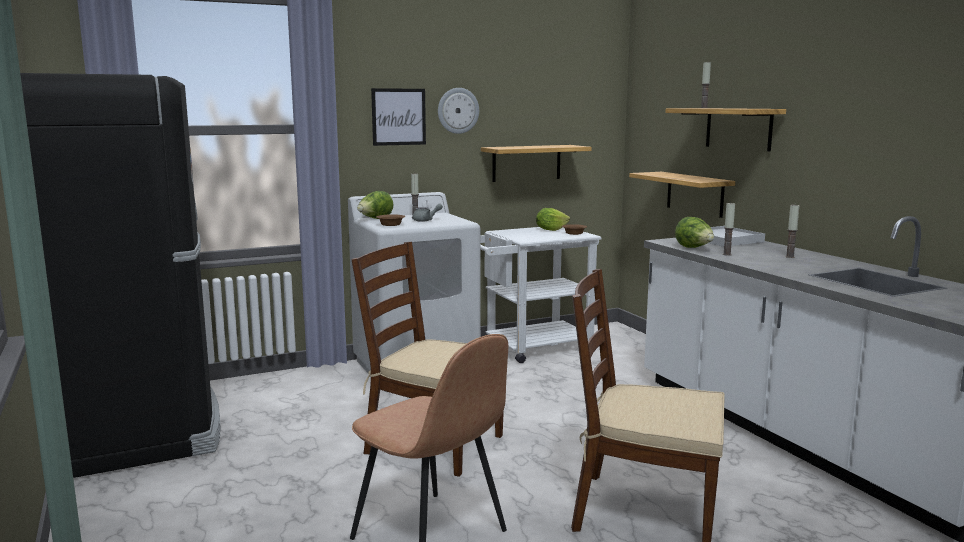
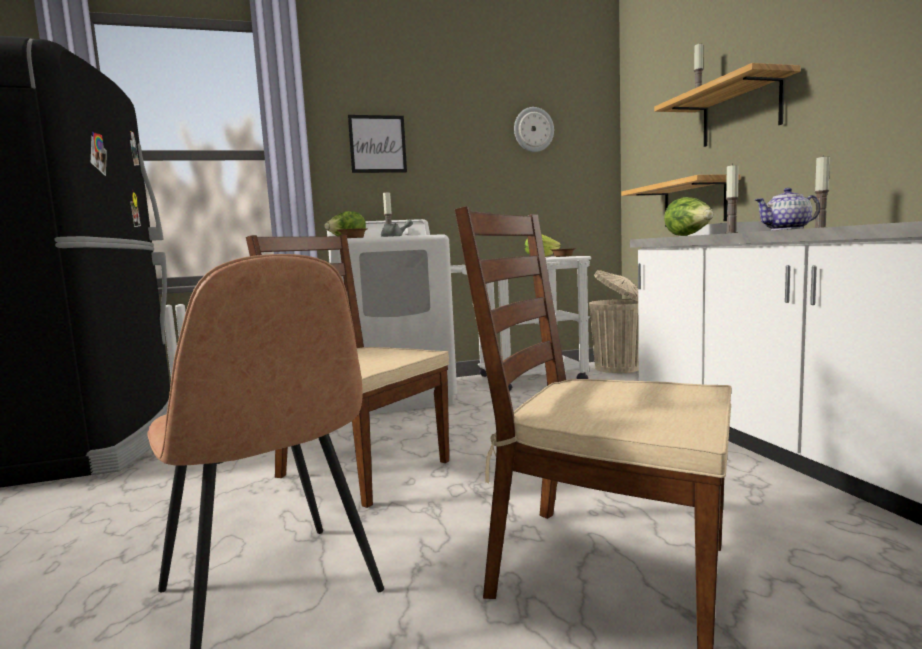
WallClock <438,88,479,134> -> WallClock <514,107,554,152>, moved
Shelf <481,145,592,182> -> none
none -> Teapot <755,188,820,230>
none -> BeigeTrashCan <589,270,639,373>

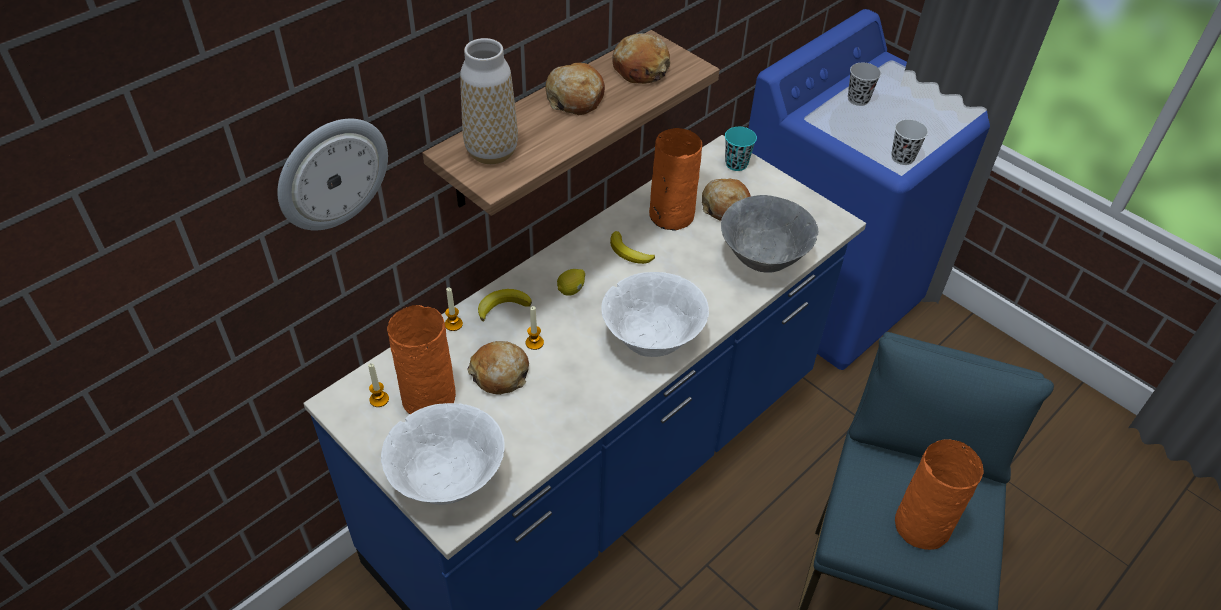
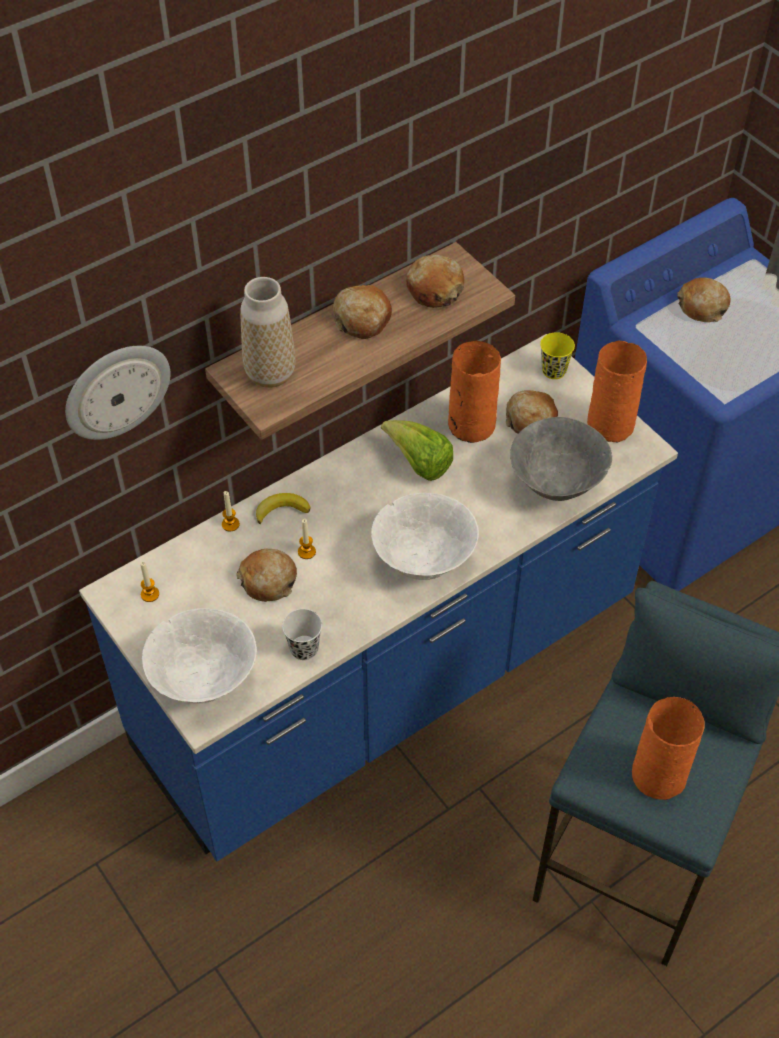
BlackCup <848,63,881,106> -> Bread <677,278,731,322>
WhiteCup <892,119,928,165> -> WhiteCup <282,609,322,660>, moved
TurquoiseCup <725,127,757,171> -> YellowCup <540,332,575,379>
Banana <610,231,655,264> -> Lettuce <381,420,453,481>
Lemon <557,269,585,296> -> none
OrangeVase <387,305,456,414> -> OrangeVase <587,341,647,442>, moved

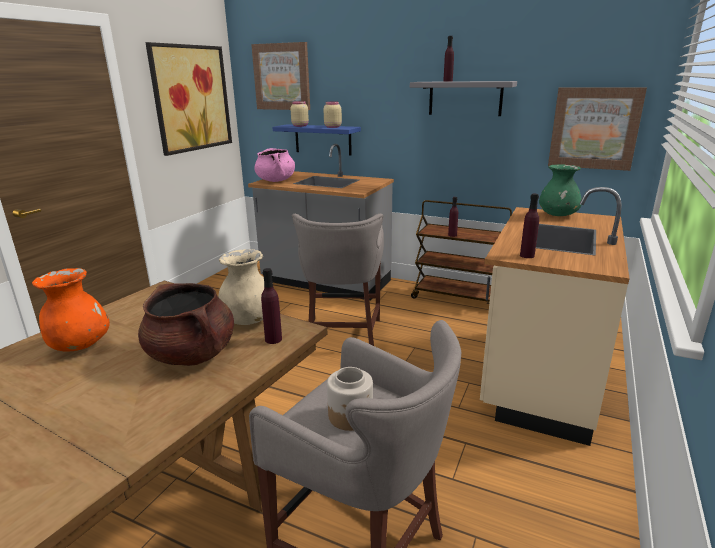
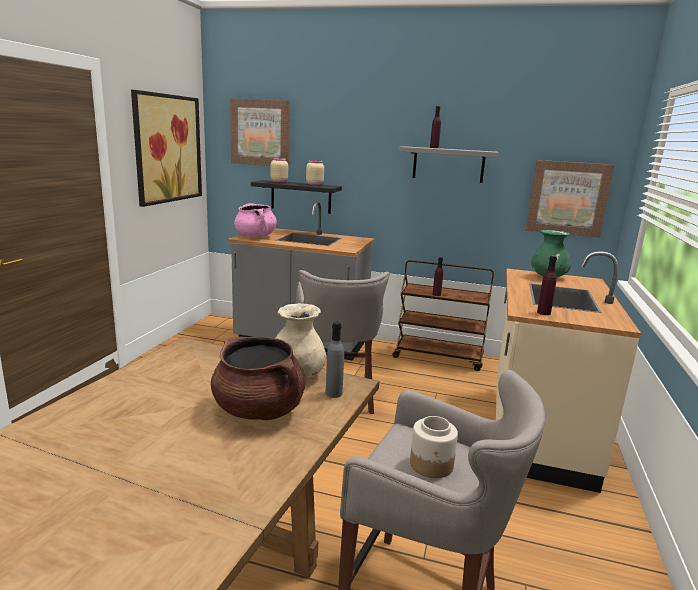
BlueShelf <273,124,361,155> -> BlackShelf <251,180,342,214>
OrangeVase <32,268,110,352> -> none
PurpleBottle <261,268,282,344> -> GreyBottle <325,322,344,398>

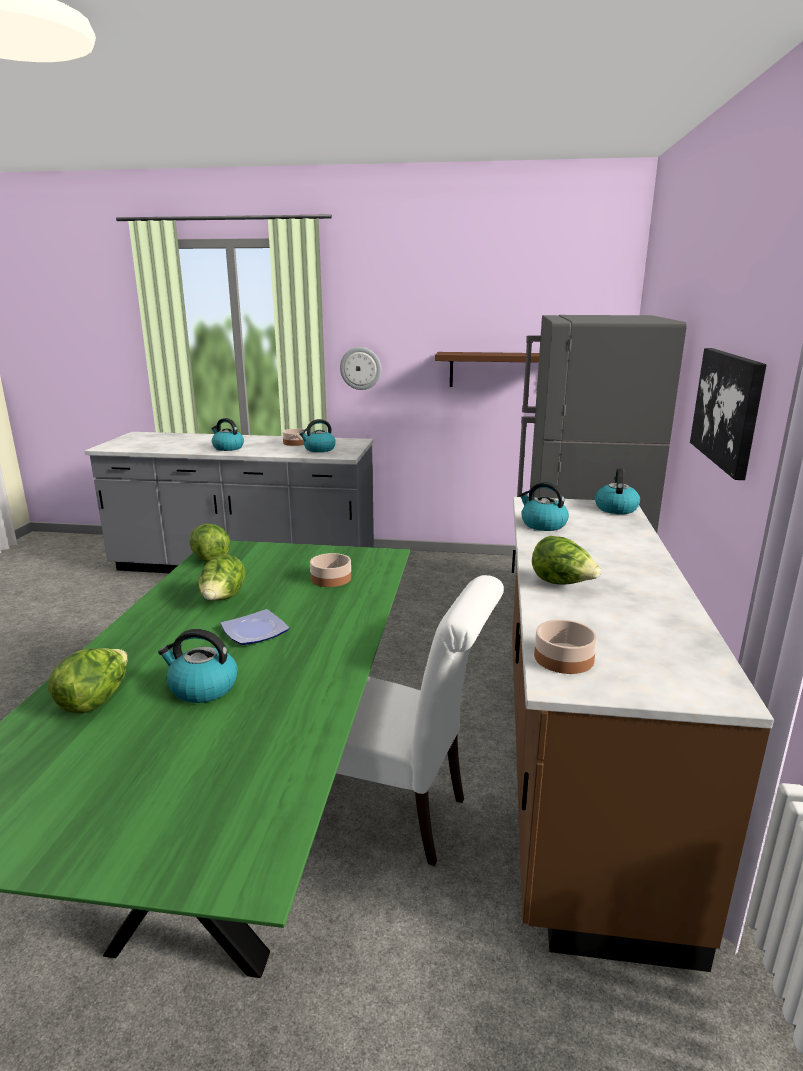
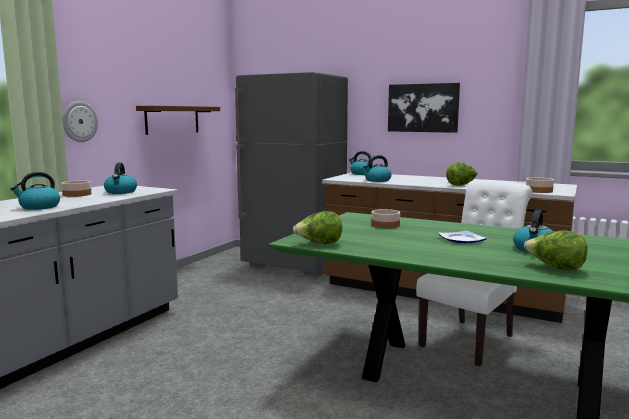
Lettuce <198,554,246,601> -> none

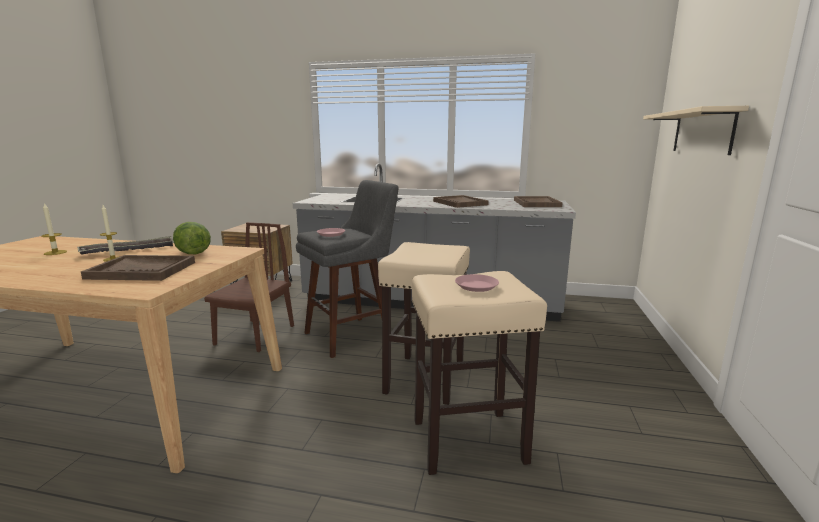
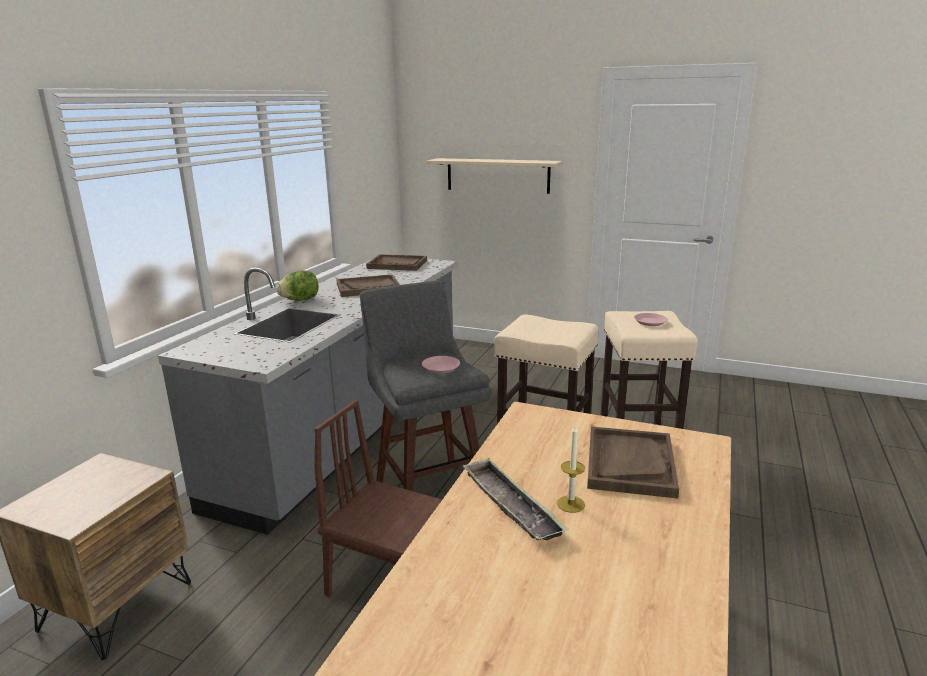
Candle <41,203,67,255> -> none
Lettuce <173,222,211,254> -> Lettuce <276,270,318,300>, moved

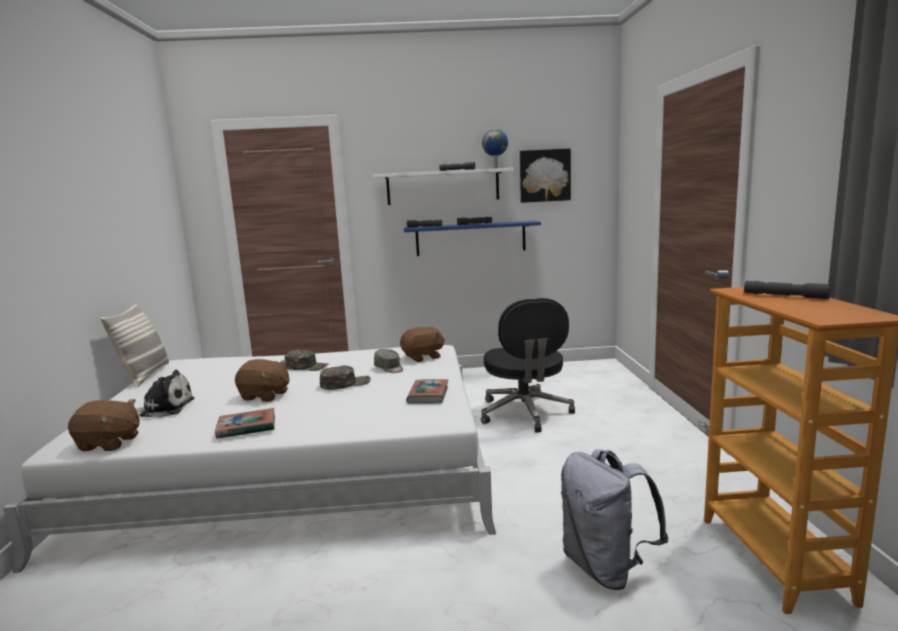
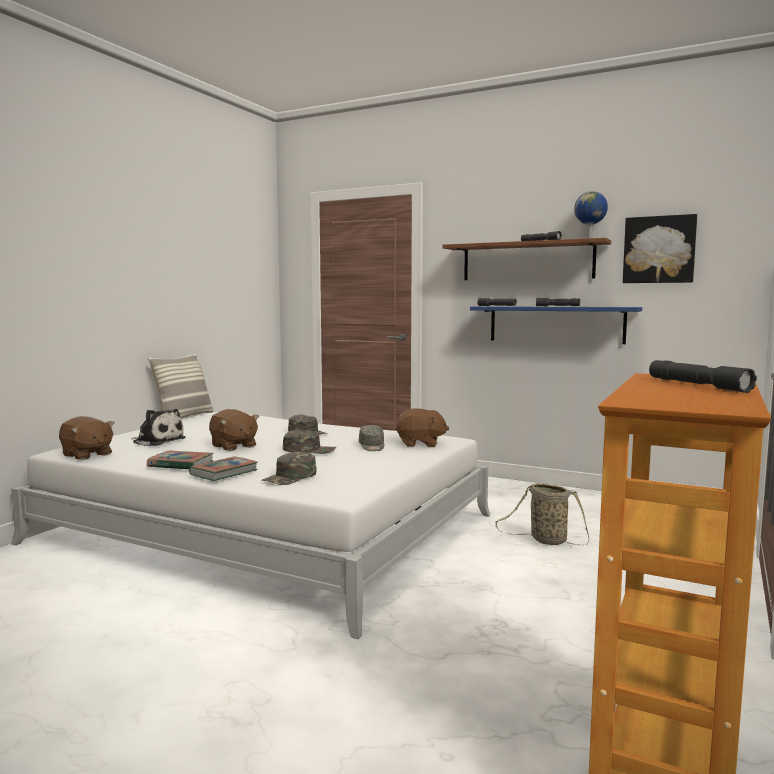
WhiteShelf <373,168,514,205> -> BrownShelf <442,238,611,280>
BlackOfficeChair <481,298,575,432> -> Basket <495,483,589,545>
Book <406,379,448,404> -> Book <189,457,258,481>, moved
GreyBackpack <561,449,669,590> -> none
none -> GreenCap <261,452,316,485>

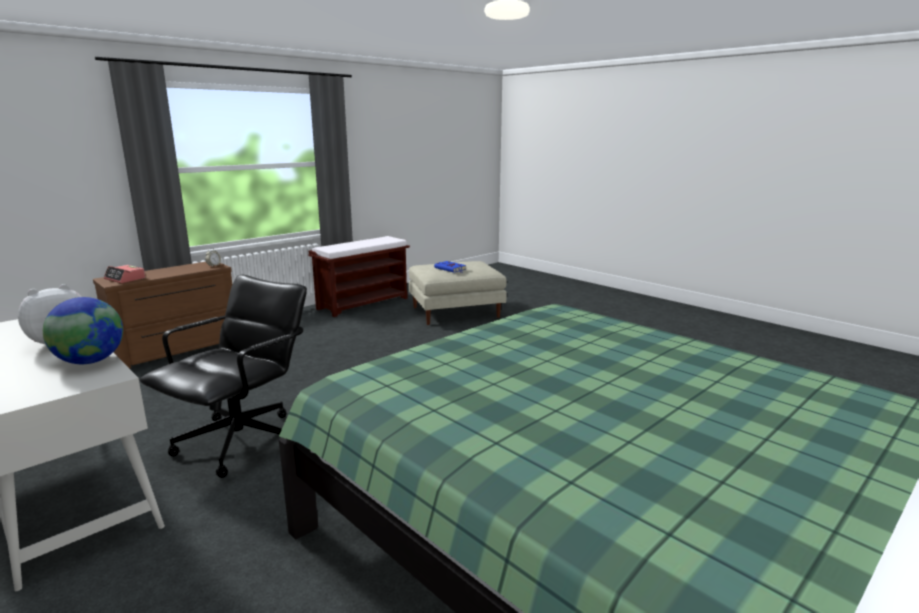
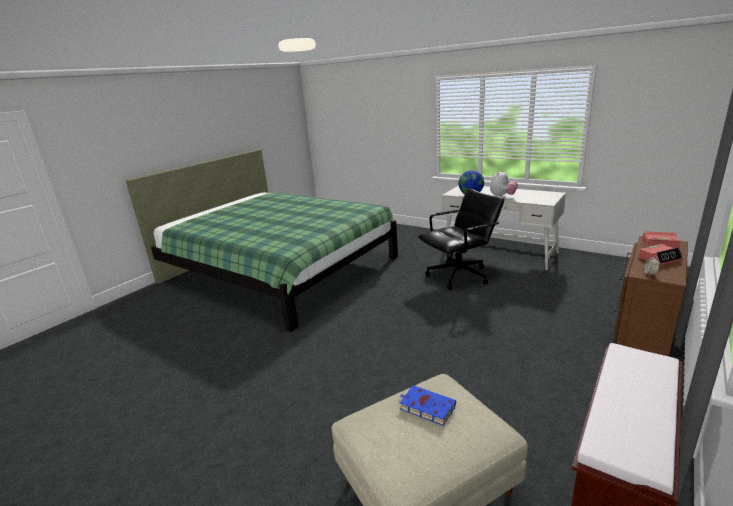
BlackOfficeChair <140,274,307,478> -> BlackOfficeChair <418,189,504,290>, 135 degrees counterclockwise
none -> AlarmClock <638,244,683,266>

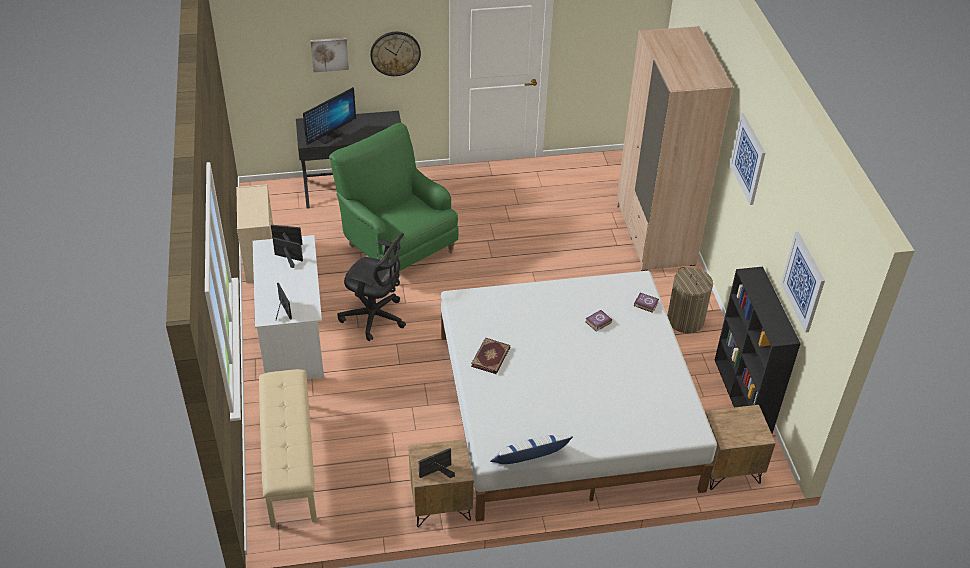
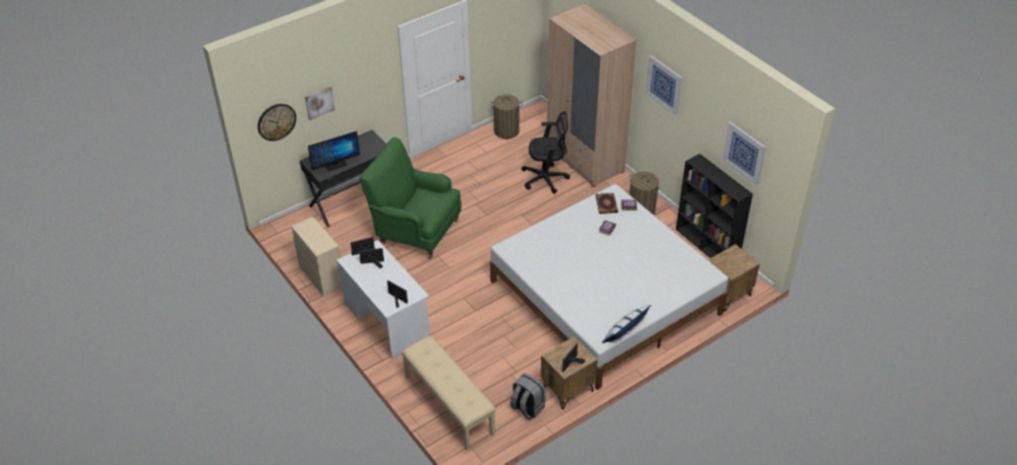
WallClock <370,32,421,76> -> WallClock <258,104,296,141>, moved
Monitor <303,87,356,145> -> Monitor <308,131,360,171>, 45 degrees clockwise
BlackOfficeChair <337,233,406,341> -> BlackOfficeChair <521,111,570,194>, moved
Book <471,337,510,374> -> Book <596,193,618,214>, moved
none -> LaundryBasket <490,94,523,139>
none -> GreyBackpack <510,373,546,419>

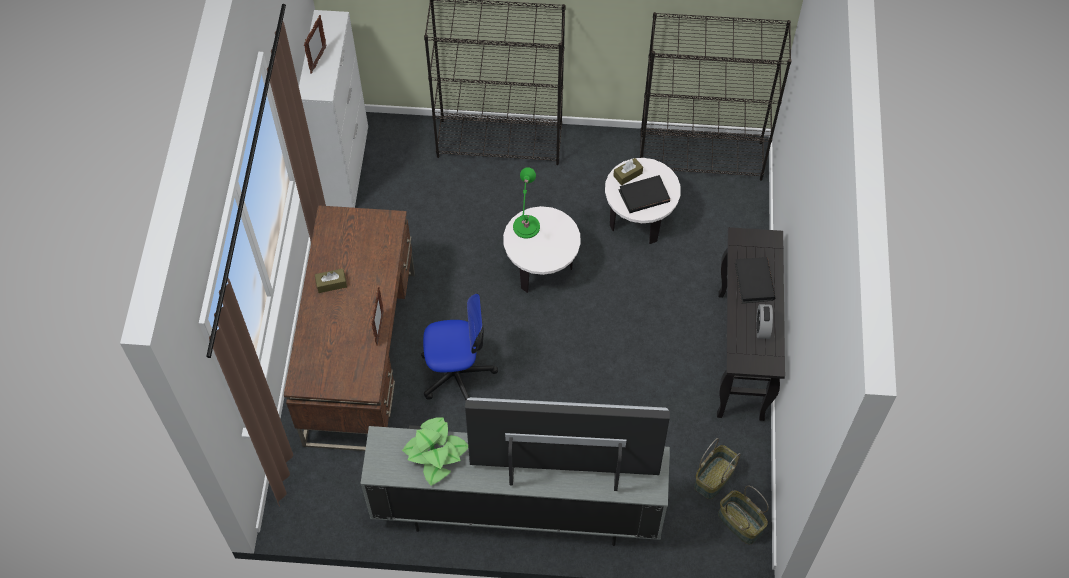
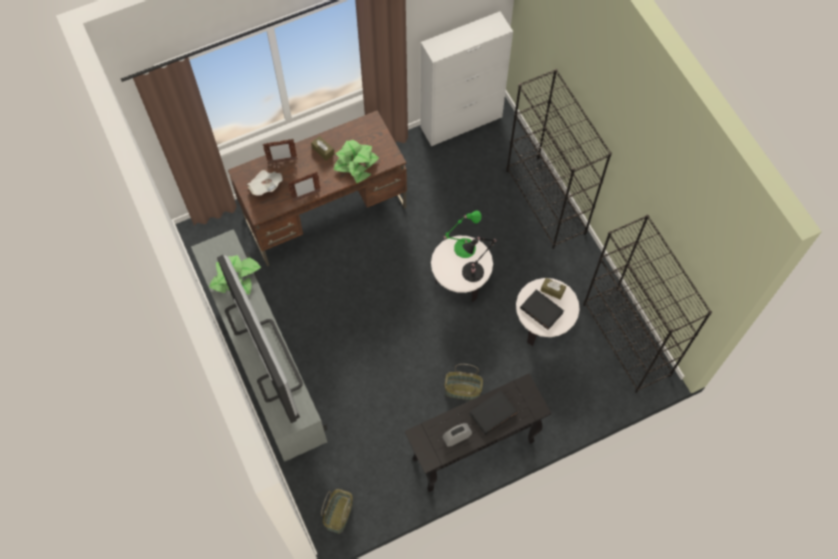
PictureFrame <304,15,327,73> -> PictureFrame <263,139,298,164>, moved
OfficeChair <421,293,498,401> -> none
Basket <694,438,741,499> -> Basket <445,364,483,400>, moved
none -> PottedPlant <334,140,379,183>
none -> Newspaper <247,170,283,196>
none -> BlackTableLamp <462,236,496,282>

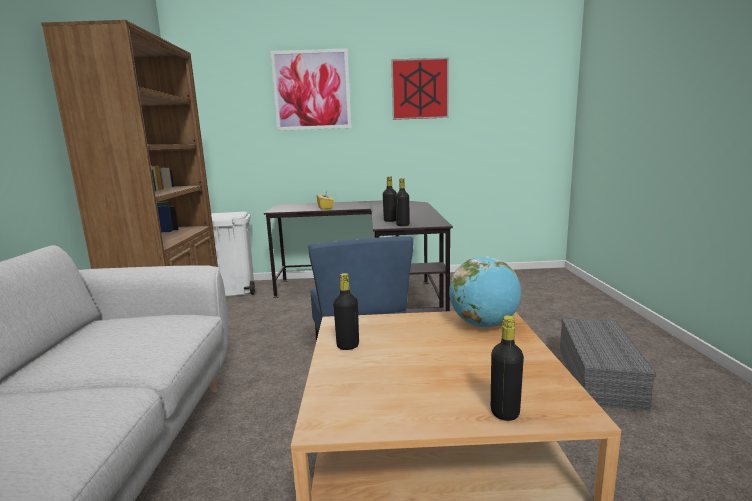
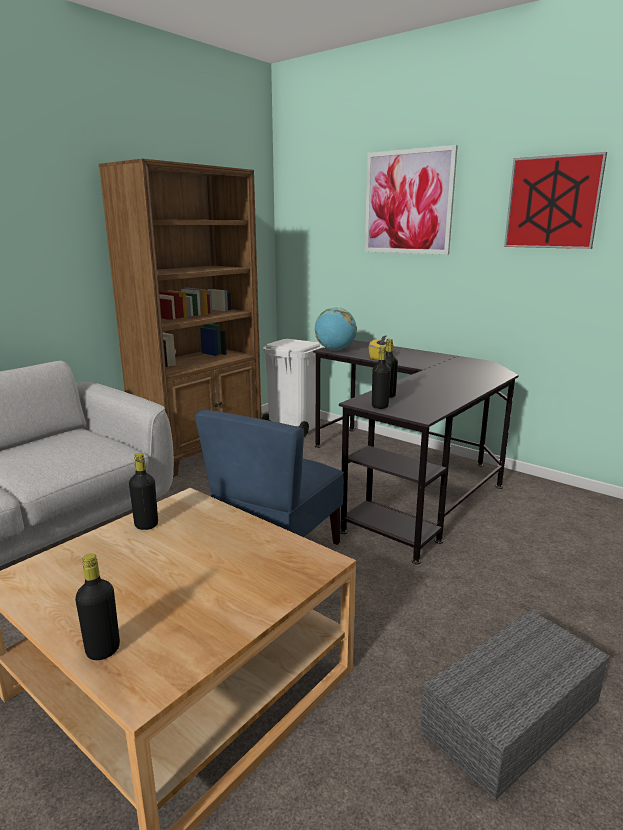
Globe <449,256,521,328> -> Globe <315,308,357,350>, moved

